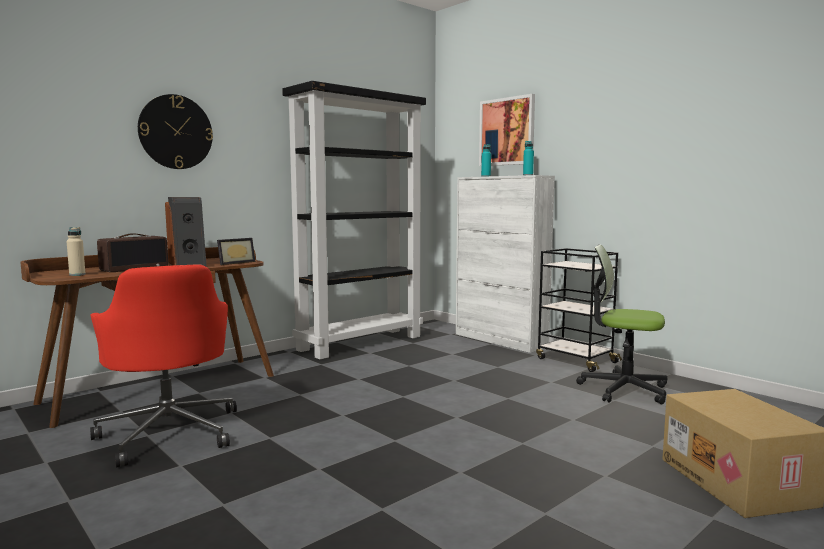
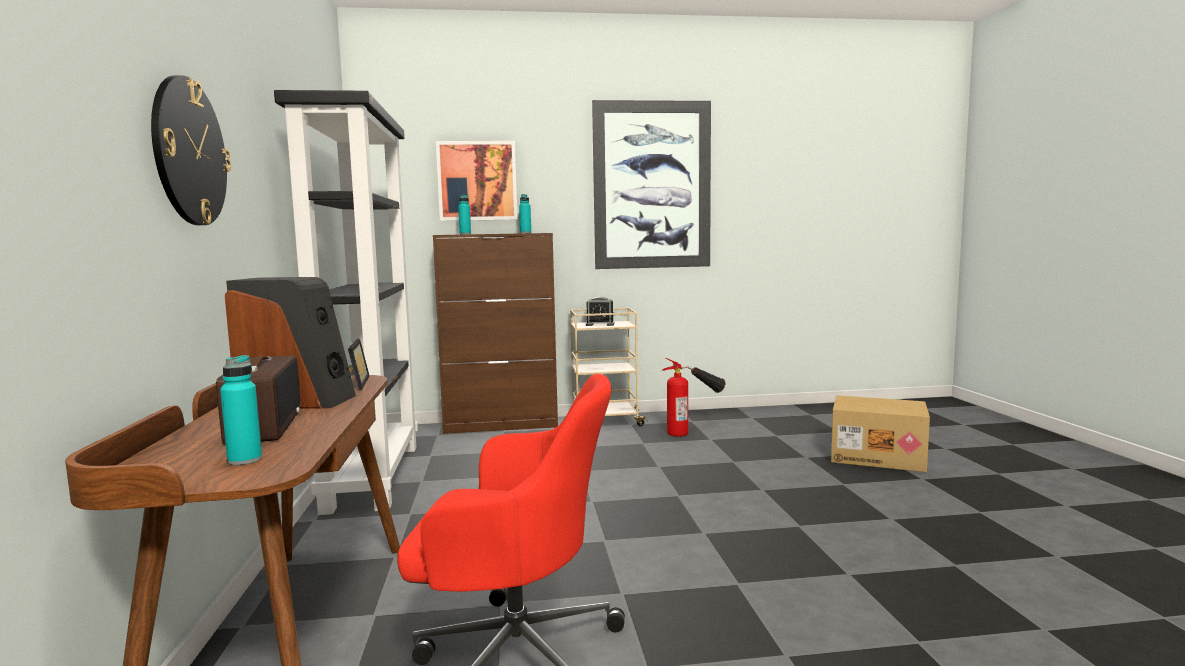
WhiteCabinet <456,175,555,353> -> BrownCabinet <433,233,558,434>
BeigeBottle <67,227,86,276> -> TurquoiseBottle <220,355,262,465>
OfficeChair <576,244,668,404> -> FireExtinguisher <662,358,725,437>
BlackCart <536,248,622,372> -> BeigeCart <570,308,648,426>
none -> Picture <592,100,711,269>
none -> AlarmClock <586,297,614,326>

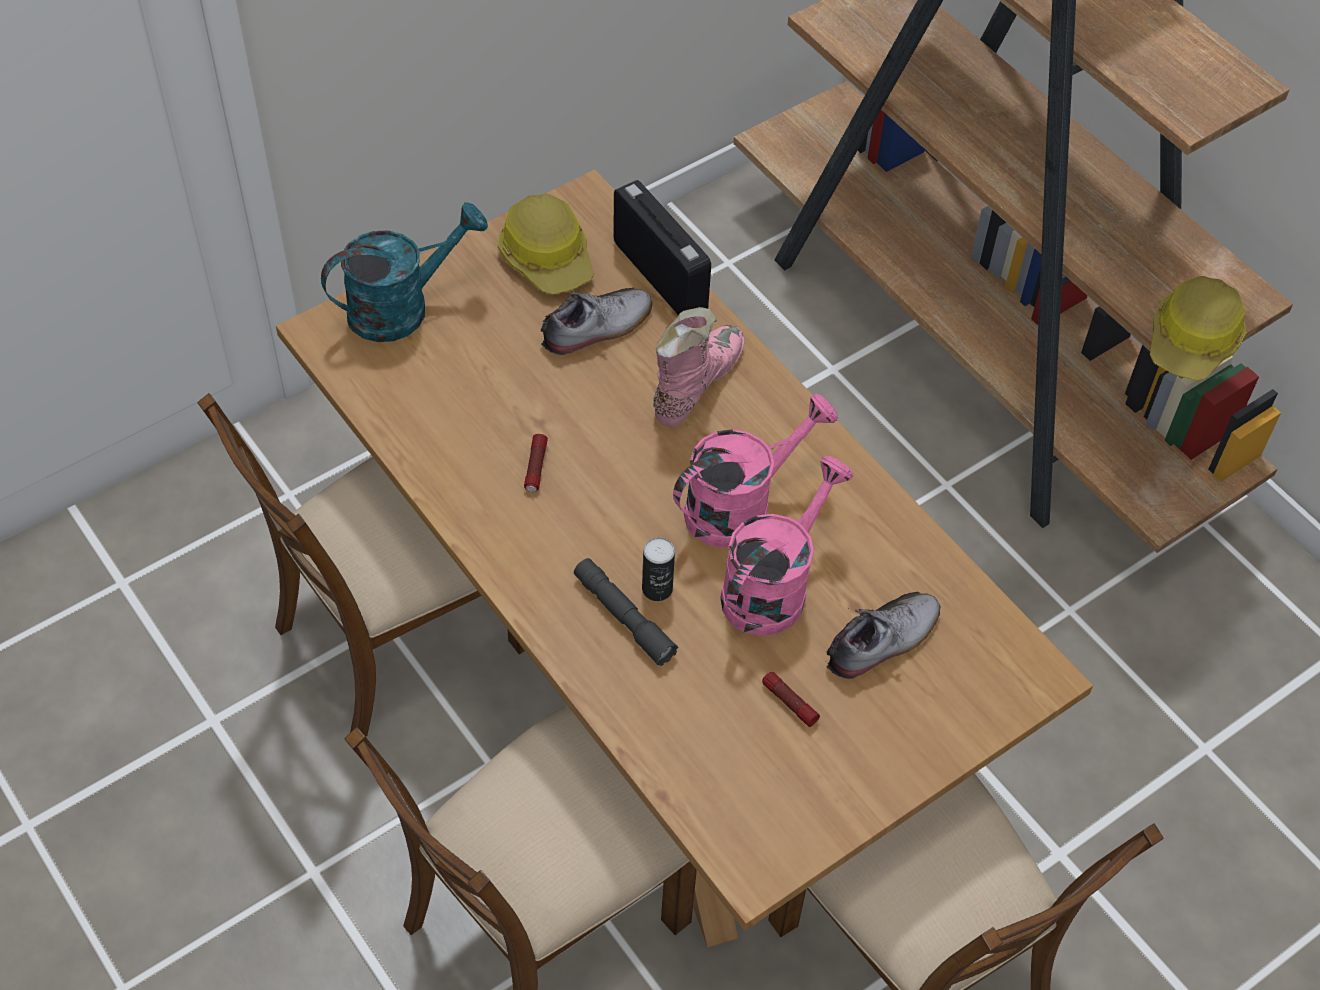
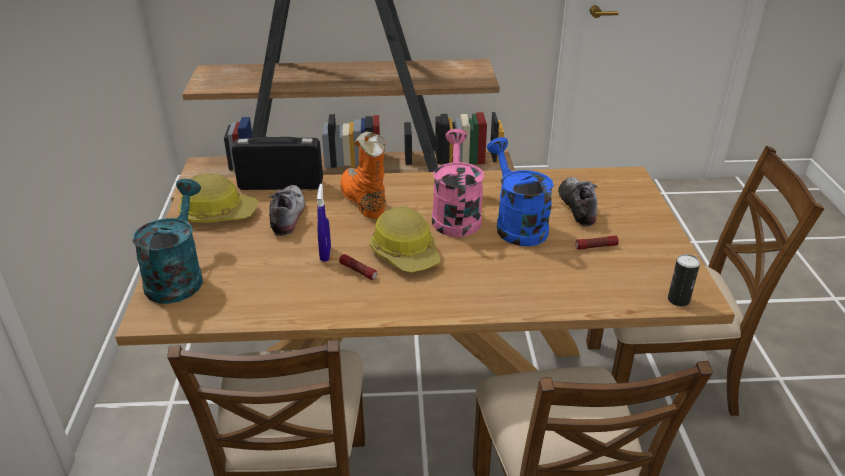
HardHat <1150,276,1247,381> -> HardHat <370,206,441,273>, moved
PinkBoot <653,307,744,426> -> OrangeBoot <340,132,386,219>
PinkWateringCan <720,456,853,636> -> BlueWateringCan <487,137,554,246>
Can <642,537,675,601> -> Can <668,254,700,306>, moved
GreyFlashlight <574,558,678,666> -> none
none -> BlueSprayBottle <317,184,331,261>

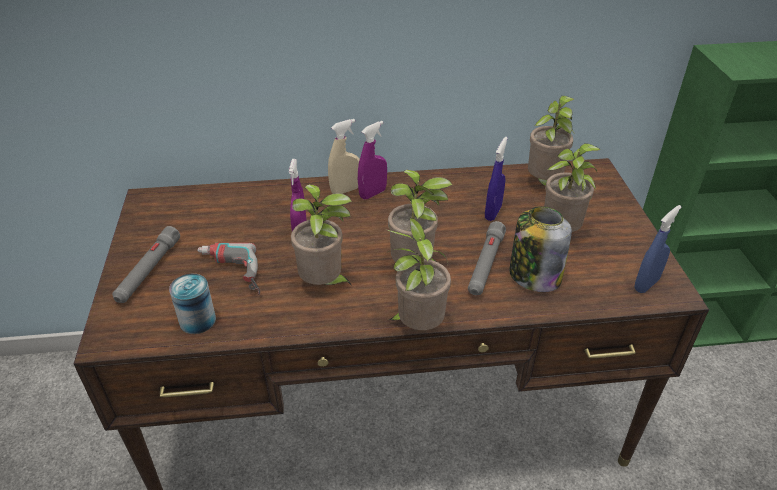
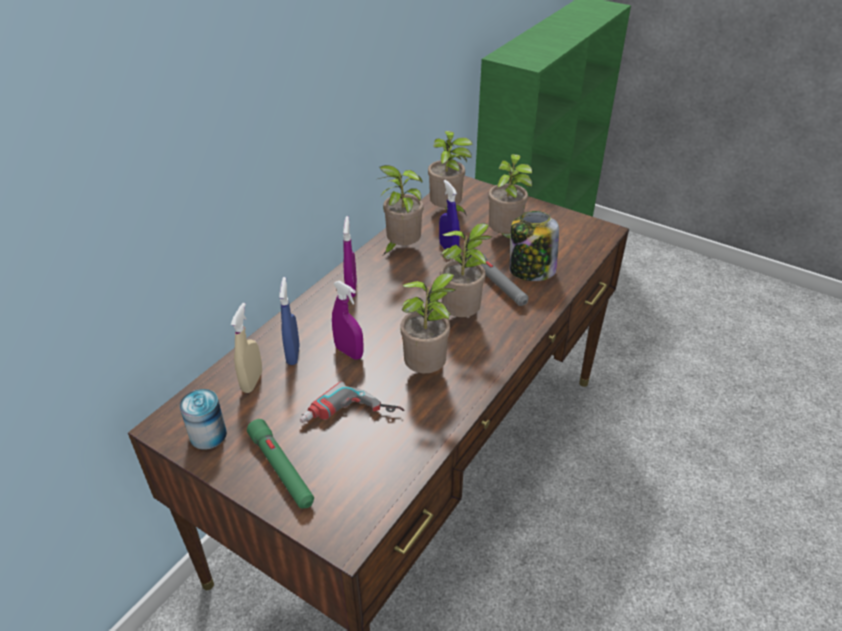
BeigeSprayBottle <328,119,360,194> -> BeigeSprayBottle <231,303,262,393>, moved
BlueSprayBottle <634,205,681,293> -> BlueSprayBottle <279,277,300,365>, moved
PottedPlant <386,218,451,330> -> PottedPlant <378,165,424,255>, moved
GreyFlashlight <112,226,180,303> -> GreenFlashlight <247,419,314,508>
Can <169,274,216,334> -> Can <180,389,227,450>, moved

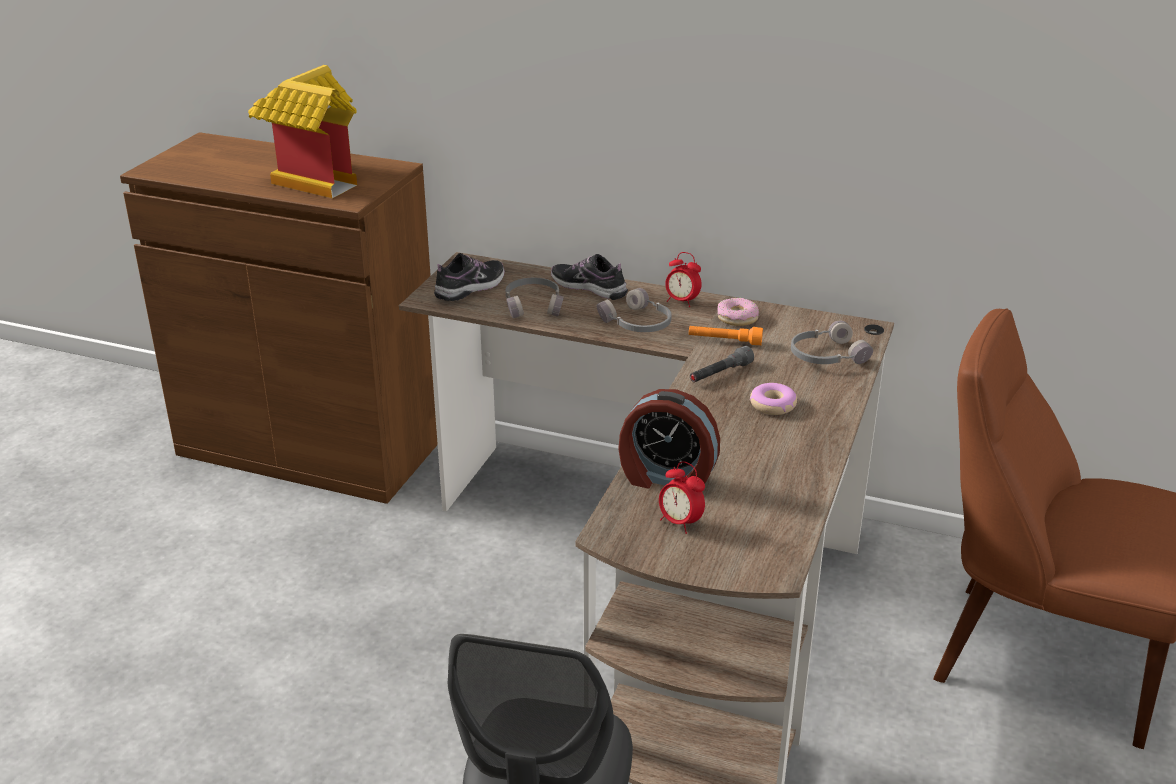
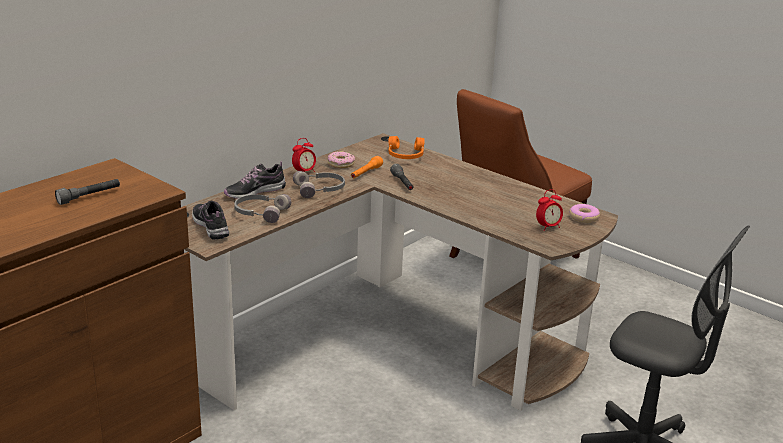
ToyHouse <248,65,357,198> -> GreyFlashlight <55,179,120,205>
GreyHeadphones <791,320,873,364> -> OrangeHeadphones <389,136,425,159>
Donut <750,383,797,415> -> Donut <569,204,600,223>, moved
AlarmClock <618,389,720,489> -> none

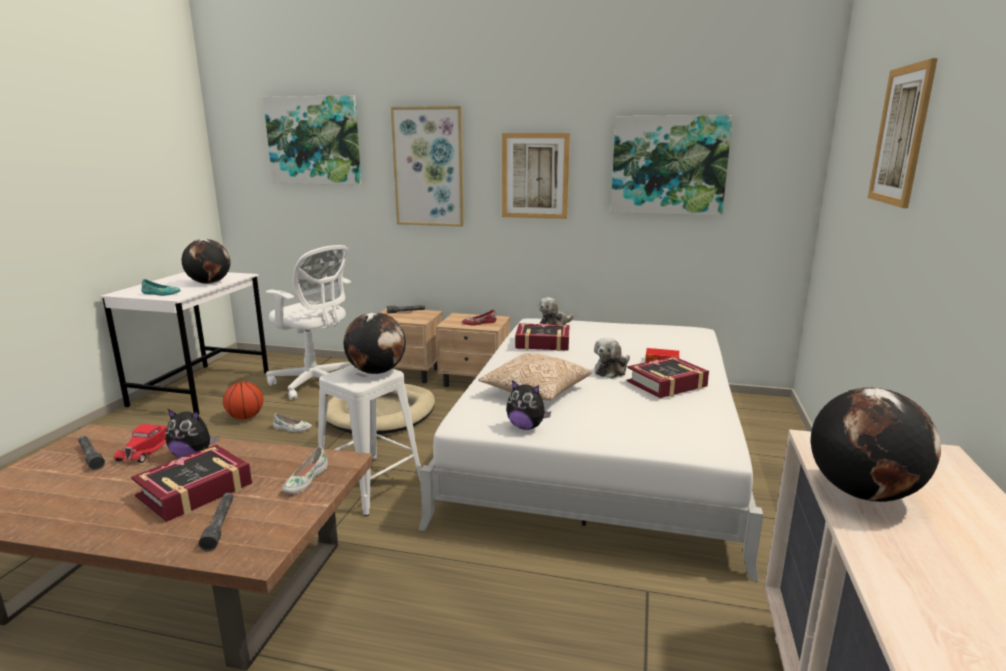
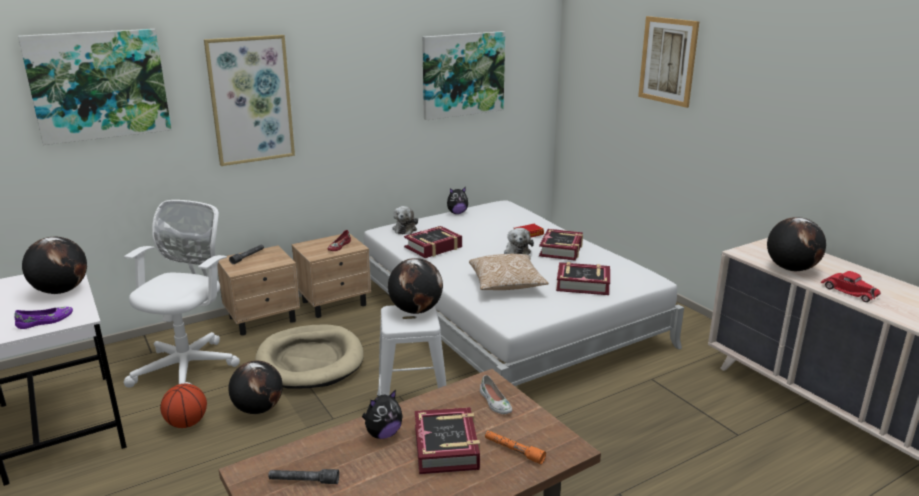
Picture <502,133,570,219> -> none
WhiteOfficeChair <266,245,351,400> -> WhiteOfficeChair <124,200,240,388>, 60 degrees counterclockwise
TurquoiseShoe <141,279,181,296> -> PurpleShoe <14,307,73,329>
PlushToy <506,380,551,430> -> PlushToy <447,187,468,214>, moved
WhiteShoe <273,413,312,432> -> Globe <228,361,283,414>
RedToyCar <113,424,167,463> -> RedToyCar <821,271,881,302>, moved
GreyFlashlight <198,493,233,552> -> OrangeFlashlight <485,430,546,464>
none -> Book <556,262,610,295>

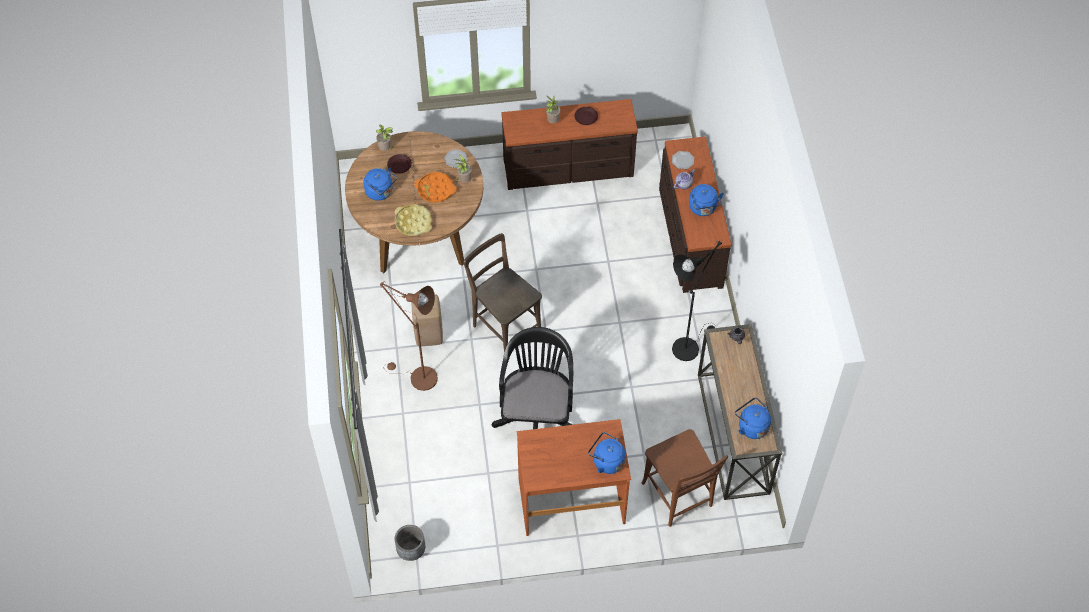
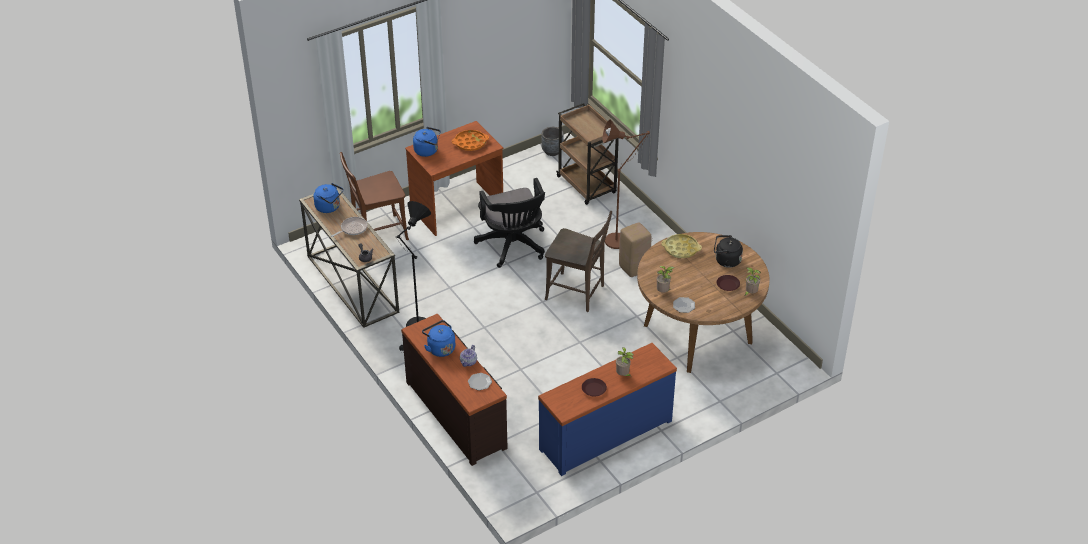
BrownDresser <501,99,638,190> -> BlueDresser <538,343,677,476>
BlueKettle <364,168,397,201> -> BlackKettle <714,235,743,268>
OrangeTray <414,172,457,203> -> OrangeTray <452,130,489,151>, moved
BrownChair <642,429,728,527> -> BrownChair <340,152,409,240>, 60 degrees counterclockwise
none -> BrownCart <556,103,619,205>
none -> FryingPan <331,217,367,237>

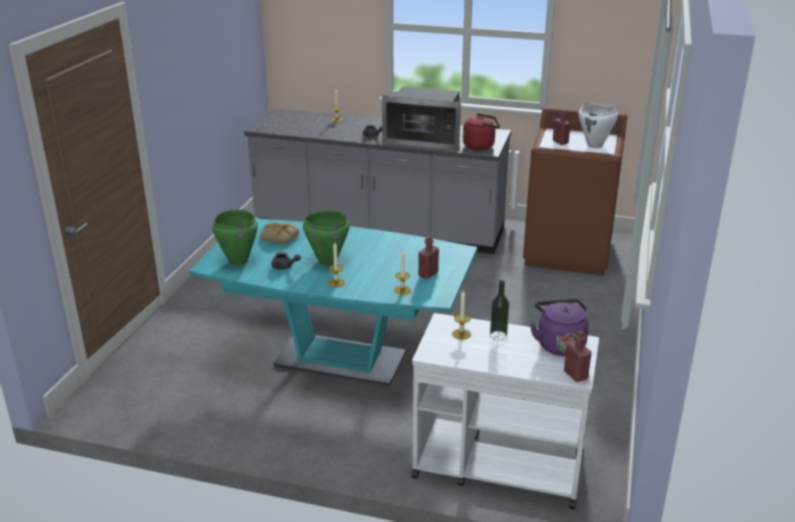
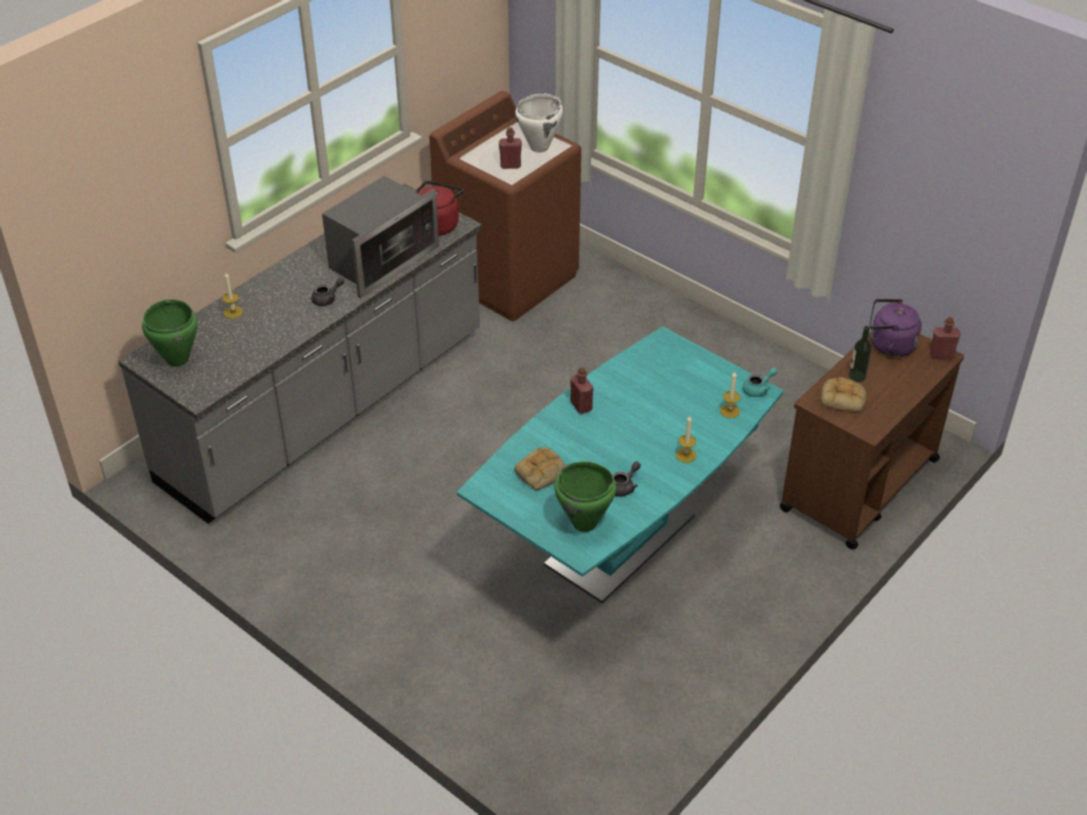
GreenCookingPot <303,210,350,266> -> GreenCookingPot <142,299,197,367>, moved
RedBottle <418,236,439,279> -> RedBottle <570,367,593,414>, moved
Candle <452,291,471,340> -> Bread <821,377,867,412>
WhiteCart <411,313,599,509> -> BrownCart <780,332,964,550>
none -> TurquoiseTeapot <743,368,777,397>

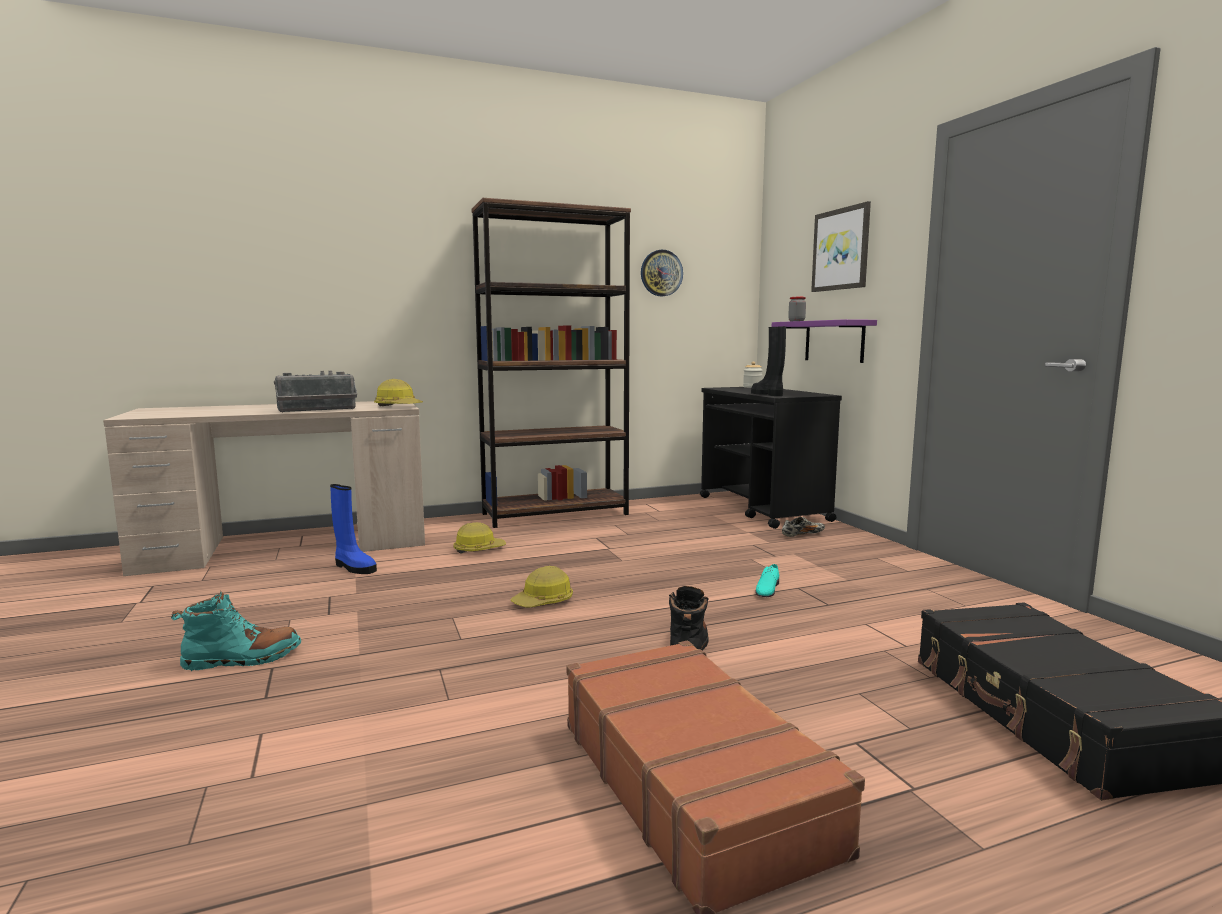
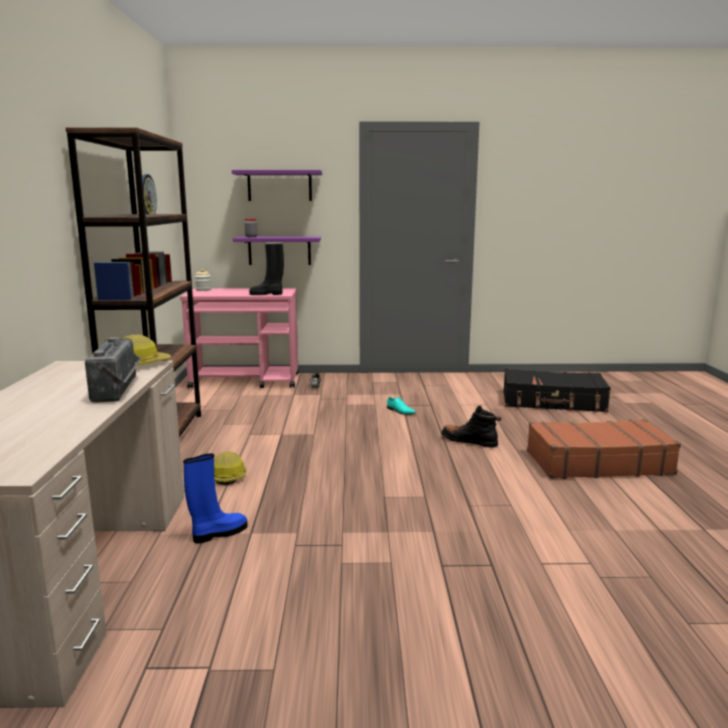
Picture <811,201,871,292> -> PurpleShelf <232,170,322,201>
BlackCart <700,387,842,529> -> PinkCart <180,288,299,388>
HardHat <510,566,573,607> -> none
TurquoiseBoot <171,591,301,671> -> none

